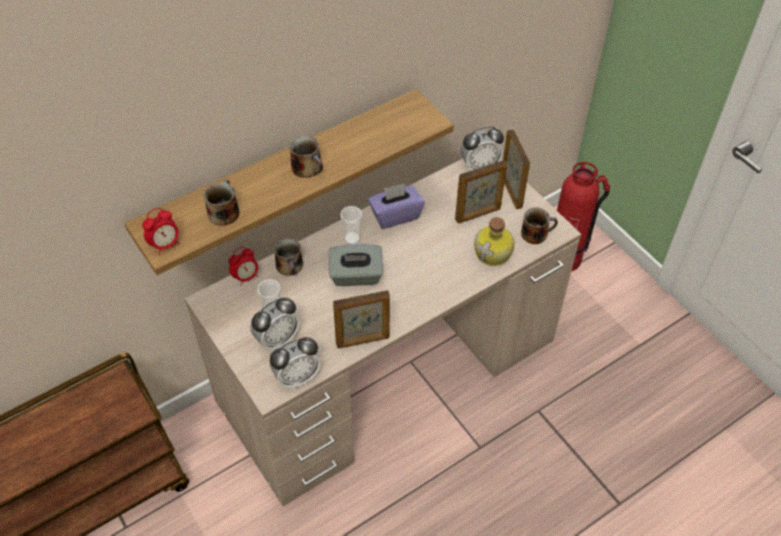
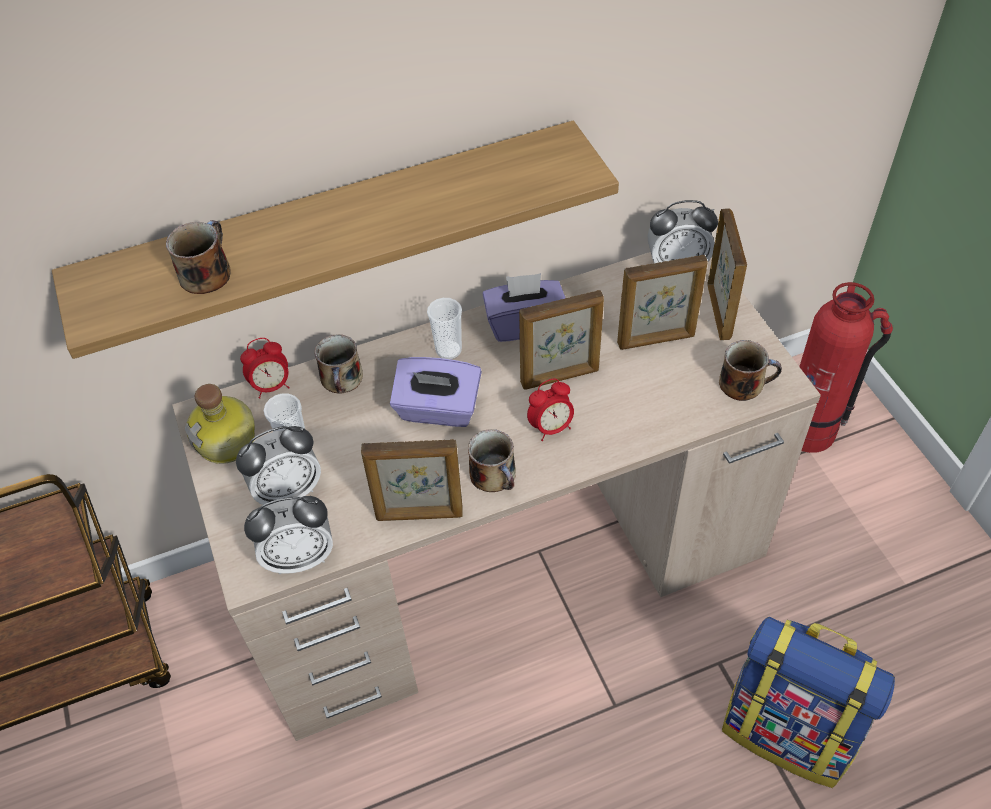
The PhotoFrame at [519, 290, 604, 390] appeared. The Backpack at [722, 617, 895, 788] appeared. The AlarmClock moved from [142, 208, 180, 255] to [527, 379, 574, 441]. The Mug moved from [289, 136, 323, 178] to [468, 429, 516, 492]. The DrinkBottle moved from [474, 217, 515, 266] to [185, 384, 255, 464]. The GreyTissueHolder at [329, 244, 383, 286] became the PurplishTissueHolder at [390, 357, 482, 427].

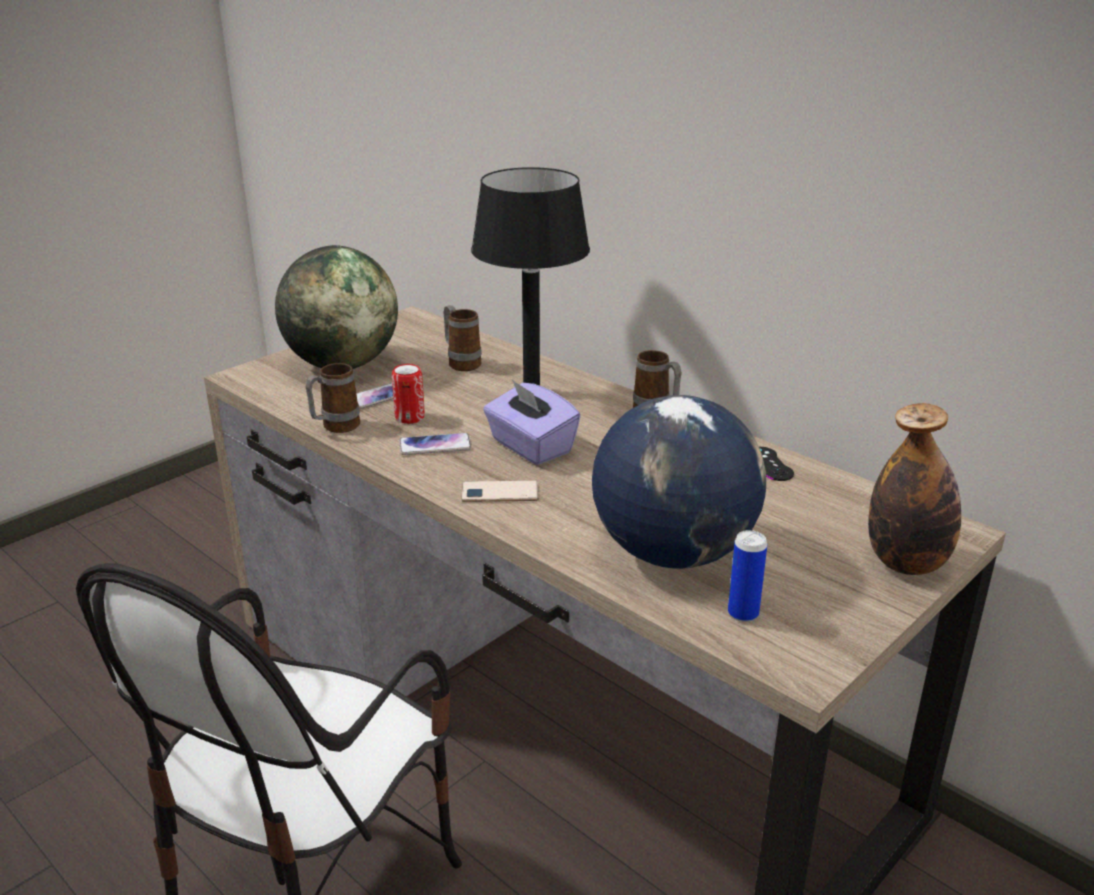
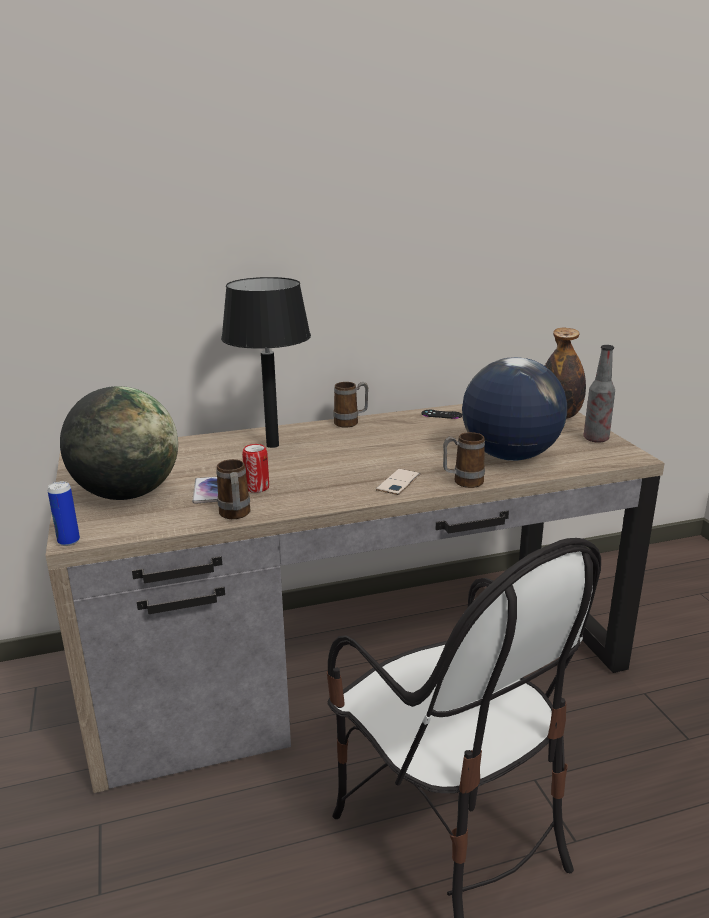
The Phone at [399, 433, 471, 455] disappeared. The PurplishTissueHolder at [483, 380, 581, 465] disappeared. The DrinkBottle at [584, 345, 615, 443] appeared. The Mug moved from [443, 305, 482, 371] to [443, 432, 485, 488]. The SealedCan moved from [728, 530, 767, 622] to [48, 481, 80, 546].

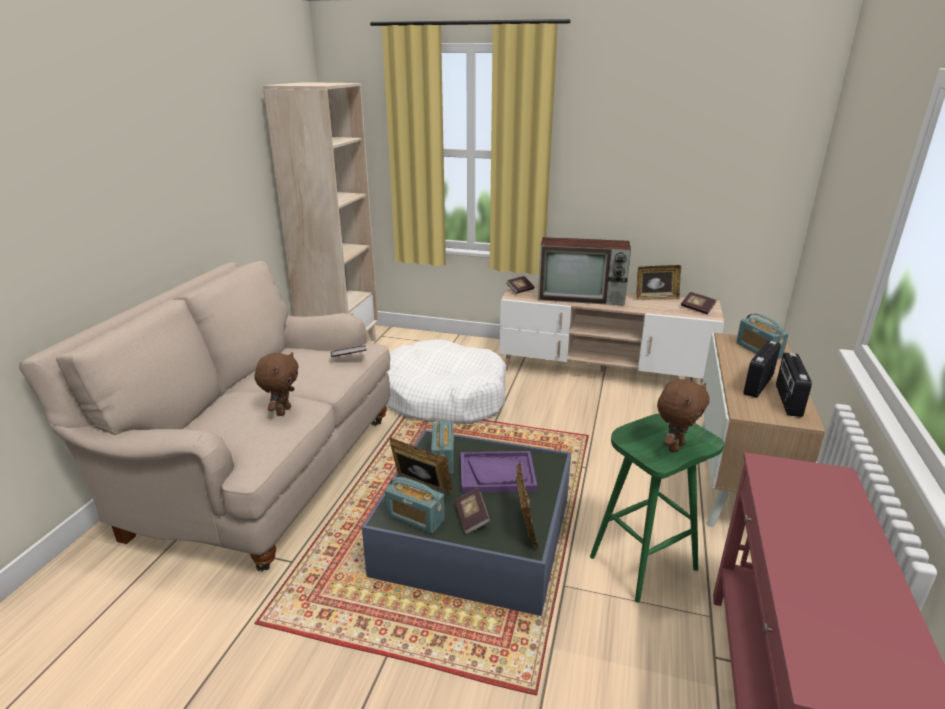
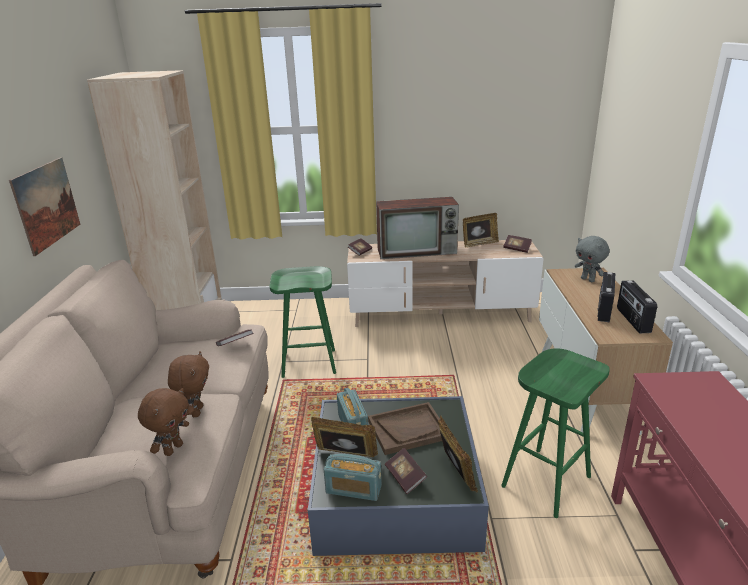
The WallArt at [9, 157, 80, 256] appeared. The BrownColouredCuddlyToy moved from [657, 379, 709, 452] to [138, 388, 189, 456]. The WhitishPetBed at [386, 339, 506, 424] was replaced by the GreenColouredSittingStool at [270, 266, 336, 378]. The Radio at [736, 314, 789, 359] was replaced by the GreyCuddlyToy at [575, 236, 609, 282]. The PurplishTray at [461, 451, 537, 493] became the BrownColouredTray at [368, 402, 442, 455].

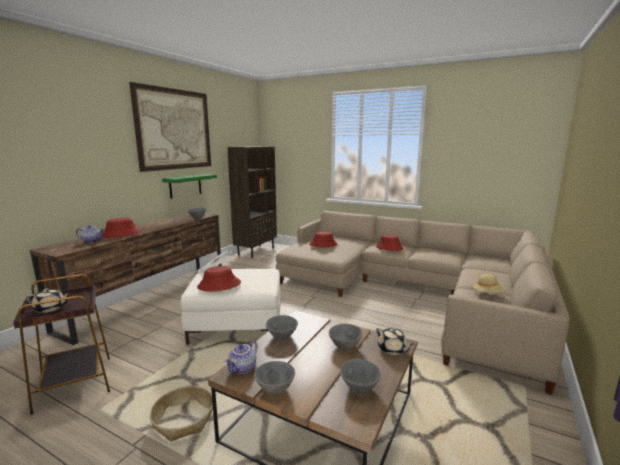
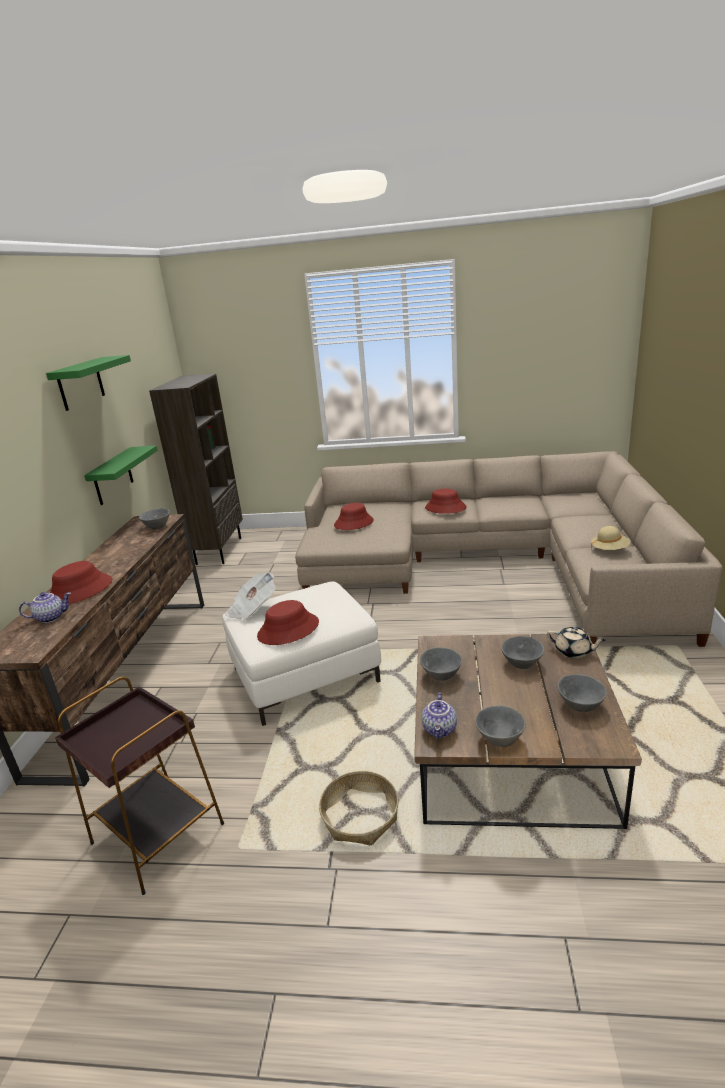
The SandColouredTeapot at [26, 288, 70, 313] disappeared. The WallArt at [129, 82, 211, 172] was replaced by the GreenColouredWallShelf at [46, 355, 131, 411].

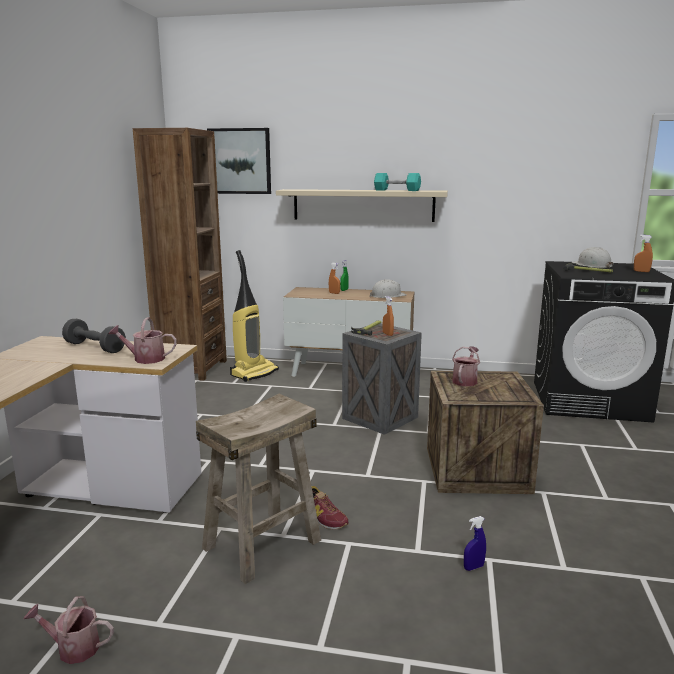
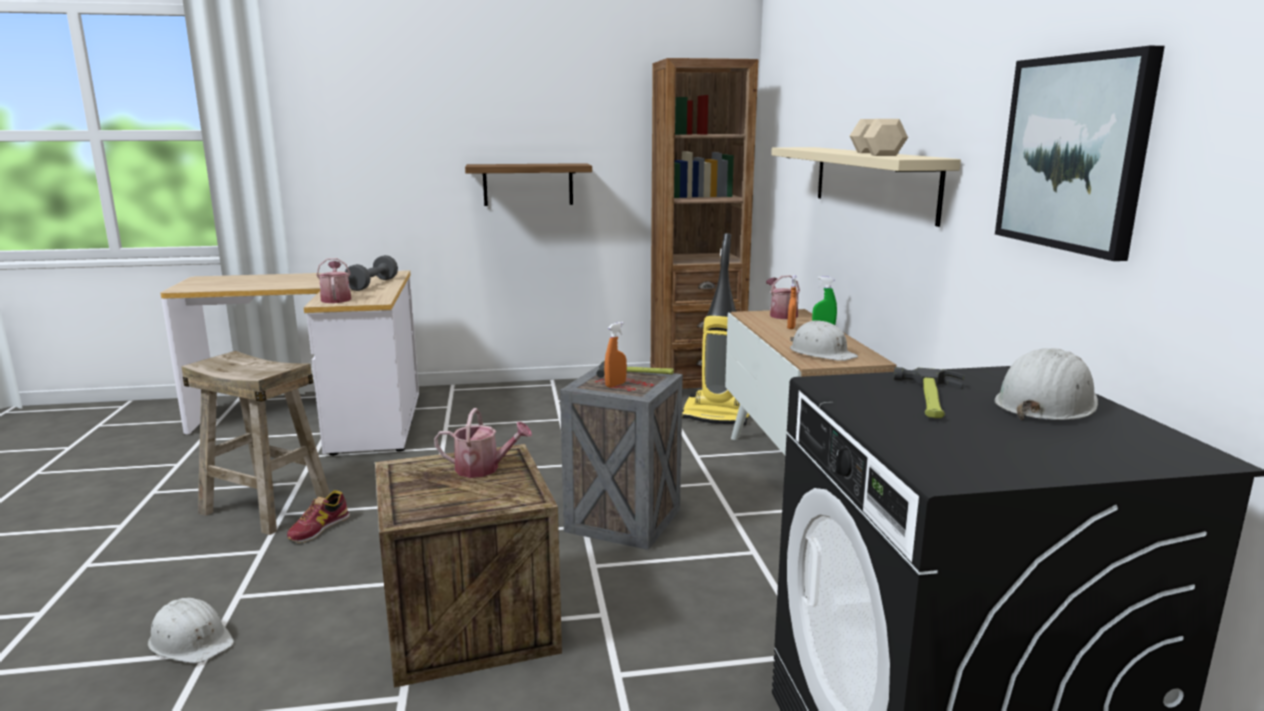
The OrangeSprayBottle at [634, 235, 653, 272] disappeared. The WallShelf at [465, 163, 592, 206] appeared. The WateringCan moved from [24, 596, 114, 664] to [766, 275, 800, 319]. The WallArt moved from [207, 128, 271, 194] to [995, 46, 1165, 261]. The BluishSprayBottle at [464, 516, 486, 571] was replaced by the WhitishSafetyHelmet at [148, 598, 234, 664]. The BlueGreenDumbbell at [374, 173, 421, 191] became the SandColouredDumbbell at [850, 119, 908, 156].

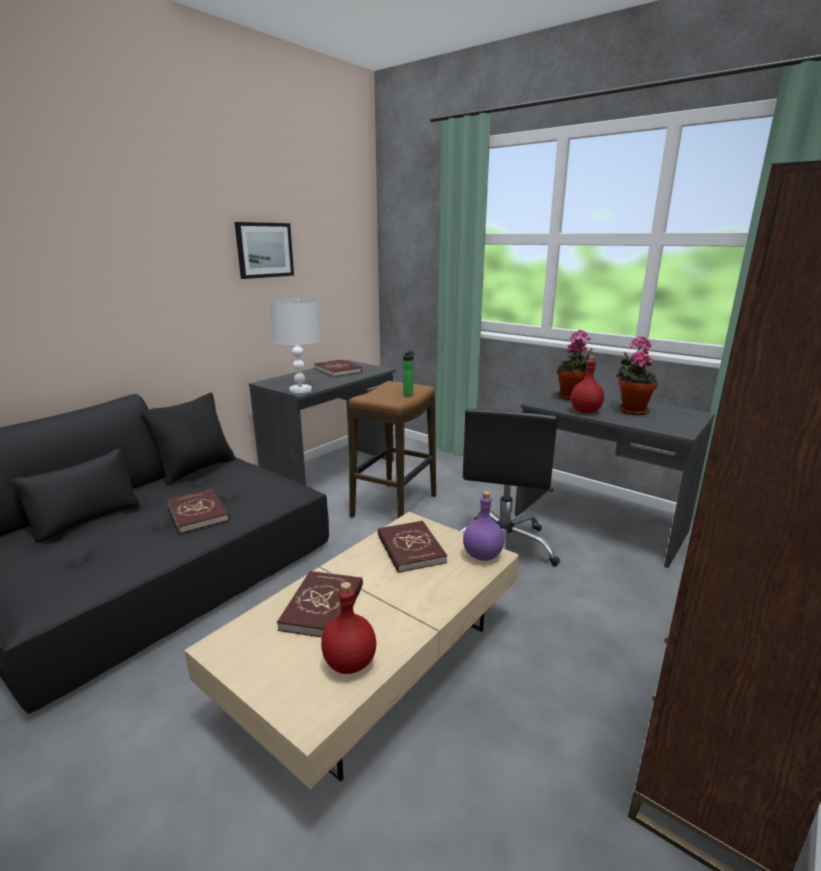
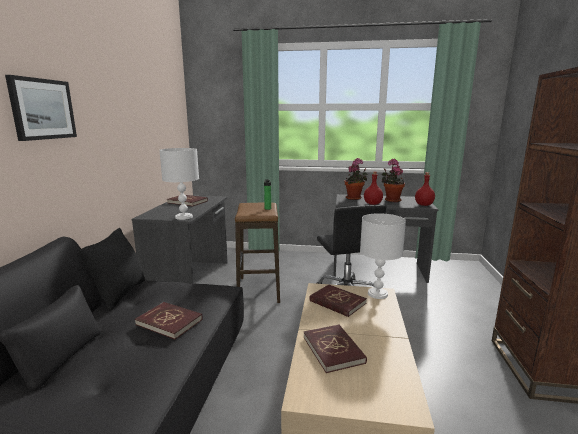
The WallArt moved from [235, 222, 294, 279] to [5, 75, 77, 141]. The RedDrinkBottle moved from [321, 582, 376, 674] to [415, 172, 435, 206]. The PurplishDrinkBottle at [463, 491, 504, 561] was replaced by the WhitishTabletopLamp at [360, 213, 406, 299].

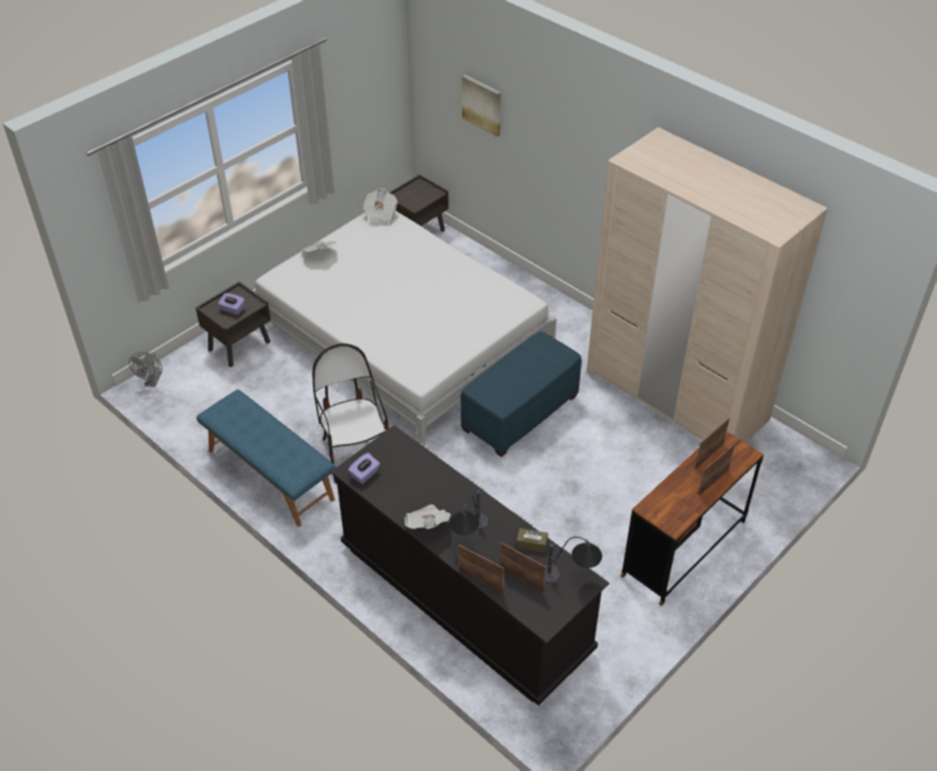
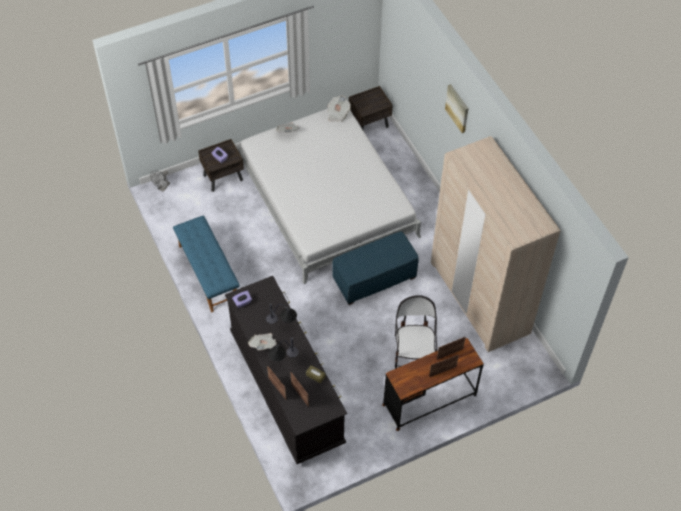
The Chair moved from [312, 343, 389, 484] to [395, 295, 437, 369]. The WallArt moved from [462, 75, 501, 137] to [445, 84, 469, 133]. The TabletopLamp moved from [545, 537, 602, 583] to [266, 304, 297, 324].

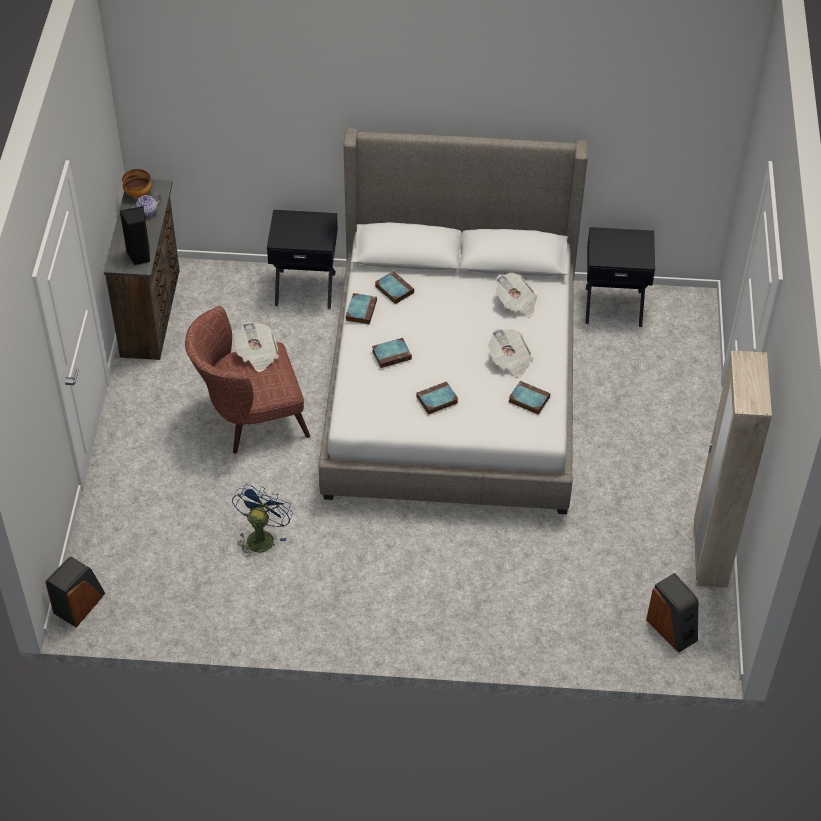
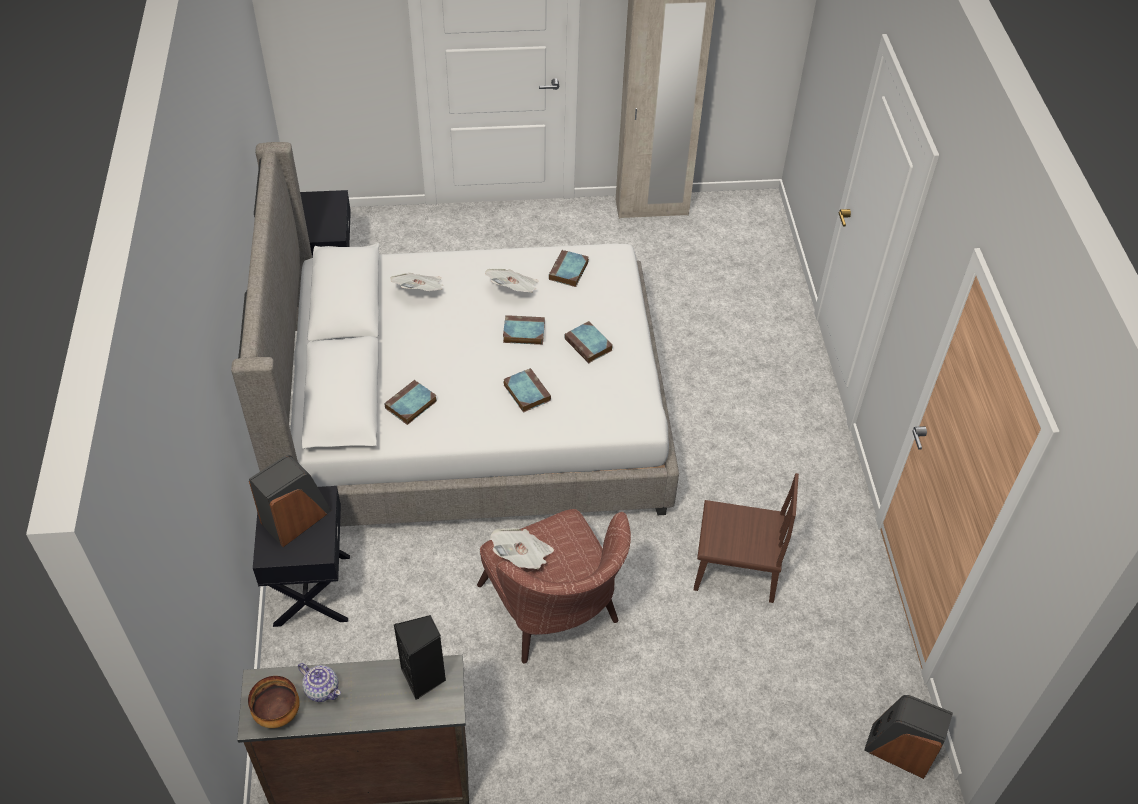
The Book moved from [346, 293, 377, 324] to [503, 315, 545, 345]. The AudioSpeaker moved from [646, 573, 699, 653] to [249, 455, 332, 547]. The BluishCoolingFan at [232, 484, 293, 557] was replaced by the BrownColouredChair at [694, 473, 799, 603].

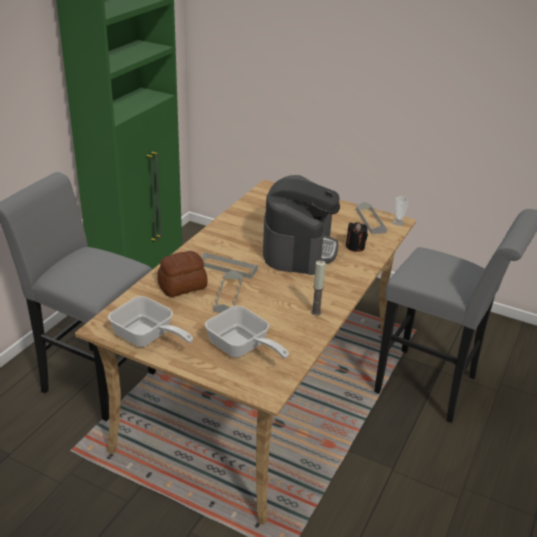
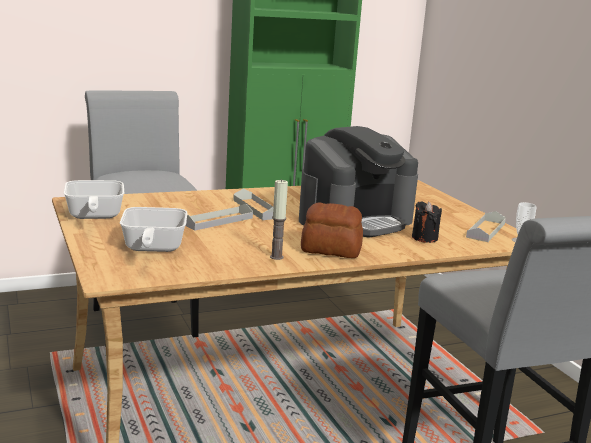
The BakeryBread moved from [157, 251, 207, 297] to [301, 202, 363, 258].

